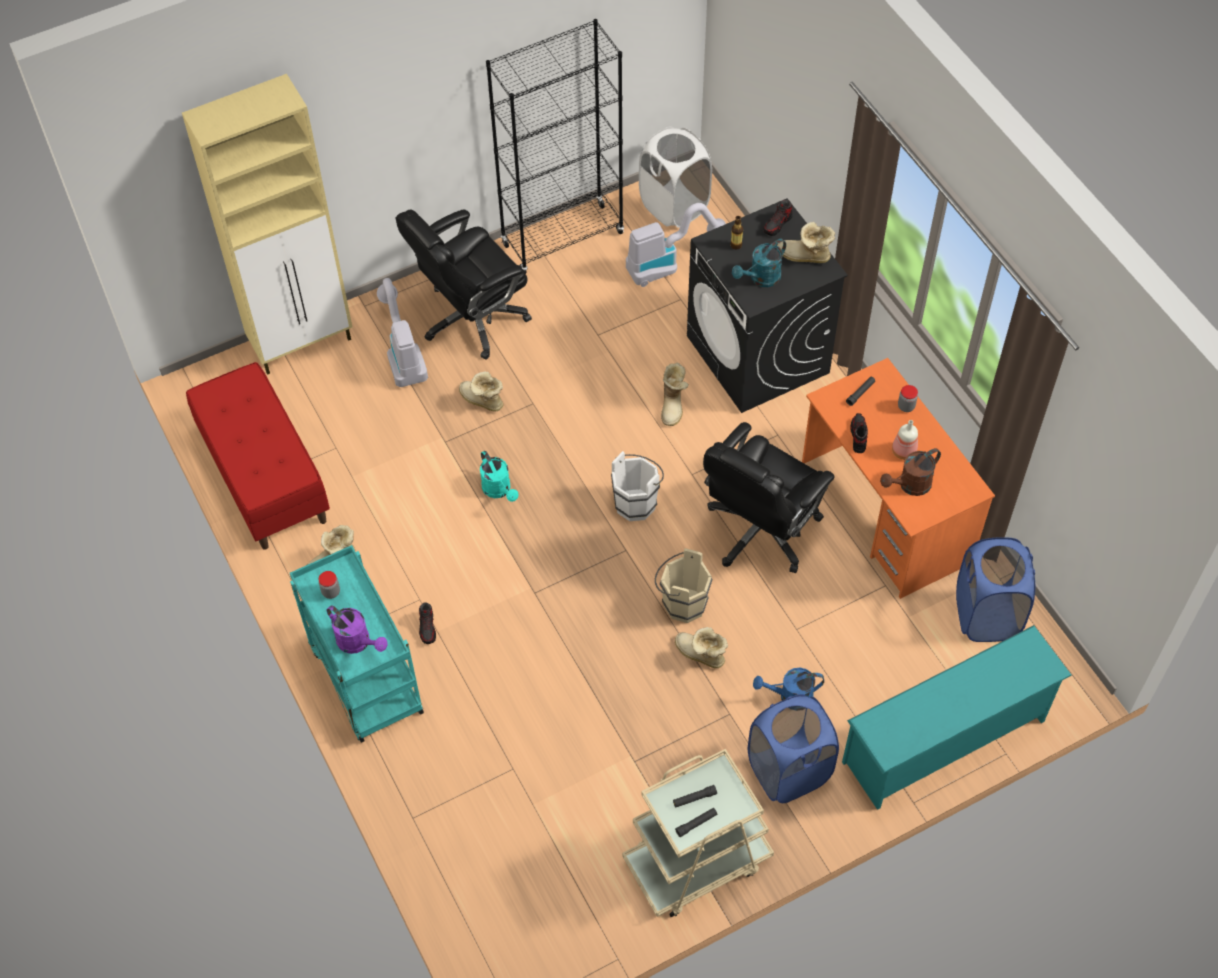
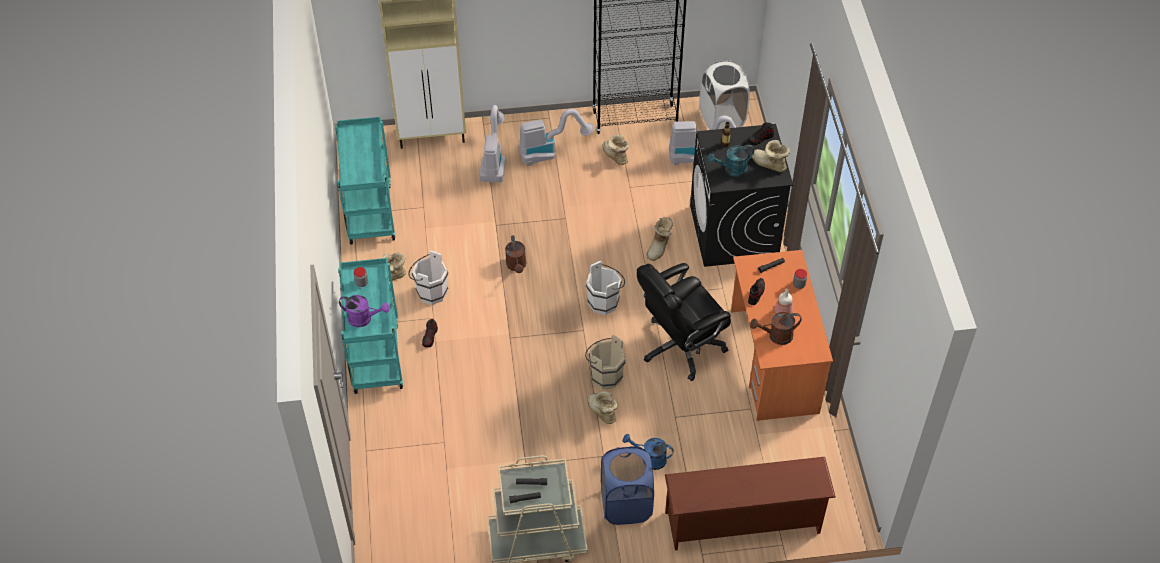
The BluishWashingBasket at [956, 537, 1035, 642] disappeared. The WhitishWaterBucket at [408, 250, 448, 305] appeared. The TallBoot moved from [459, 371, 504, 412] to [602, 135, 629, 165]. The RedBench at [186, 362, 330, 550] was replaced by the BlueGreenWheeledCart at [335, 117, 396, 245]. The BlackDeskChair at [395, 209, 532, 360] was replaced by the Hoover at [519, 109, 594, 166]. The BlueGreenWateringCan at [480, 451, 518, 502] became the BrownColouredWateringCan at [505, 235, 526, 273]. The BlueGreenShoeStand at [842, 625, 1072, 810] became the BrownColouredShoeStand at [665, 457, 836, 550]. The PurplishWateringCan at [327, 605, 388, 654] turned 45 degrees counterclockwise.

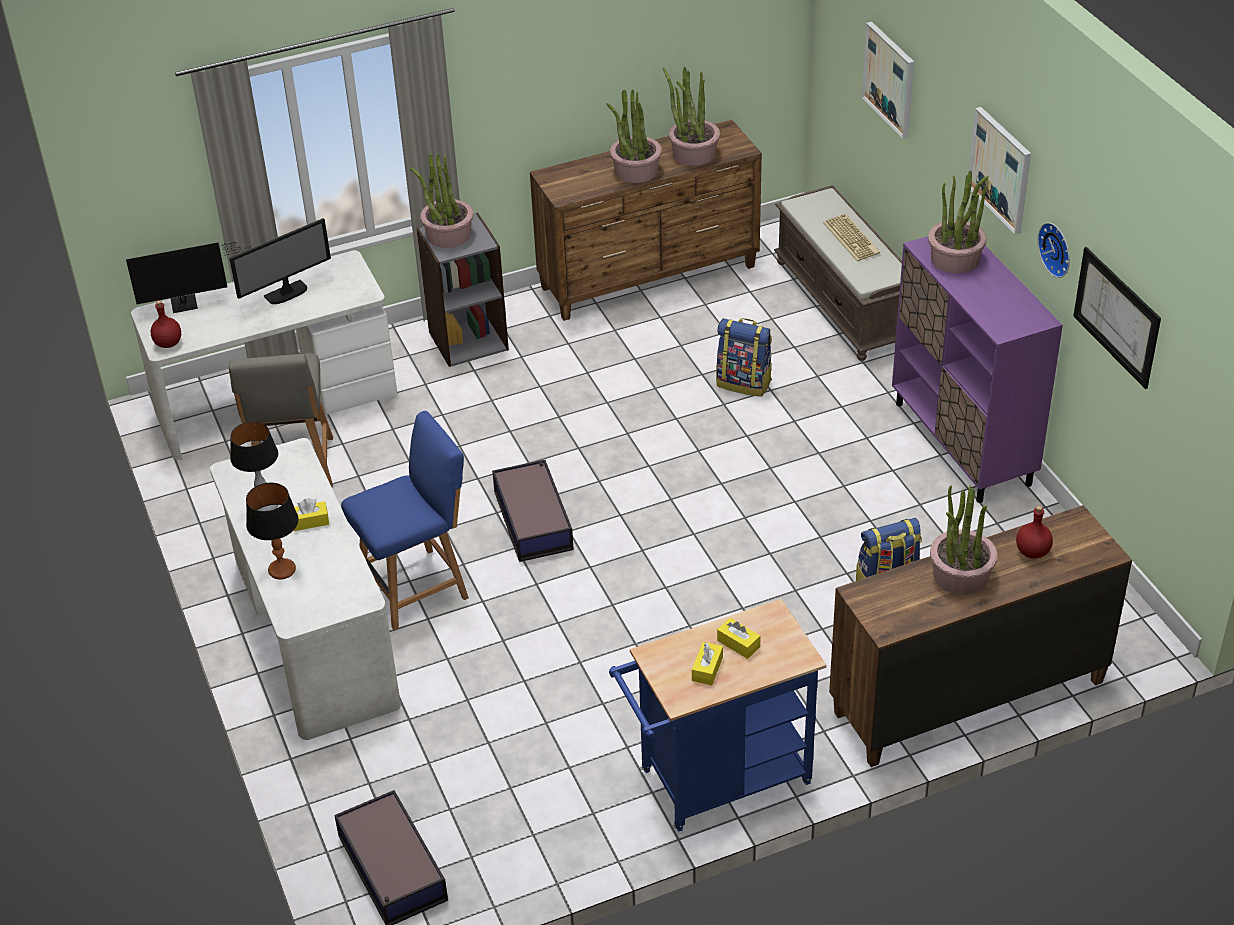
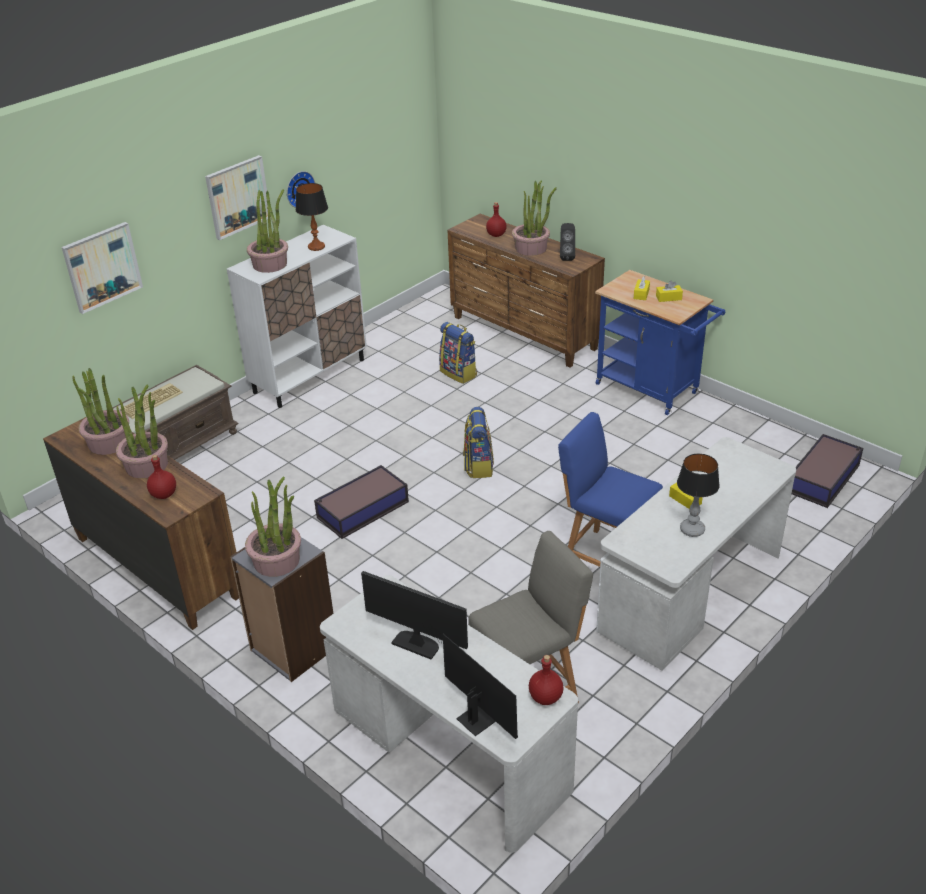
The WallArt at [1073, 247, 1161, 389] disappeared. The RedDrinkBottle at [147, 455, 176, 499] appeared. The BlackAudioSpeaker at [560, 223, 575, 261] appeared. The TabletopLamp moved from [246, 483, 299, 580] to [296, 183, 328, 251]. The StorageBin moved from [492, 460, 574, 562] to [314, 465, 409, 539]. The Backpack moved from [716, 318, 772, 397] to [463, 407, 494, 478]. The PurplishCabinet at [892, 236, 1063, 503] became the WhitishCabinet at [227, 225, 367, 408].

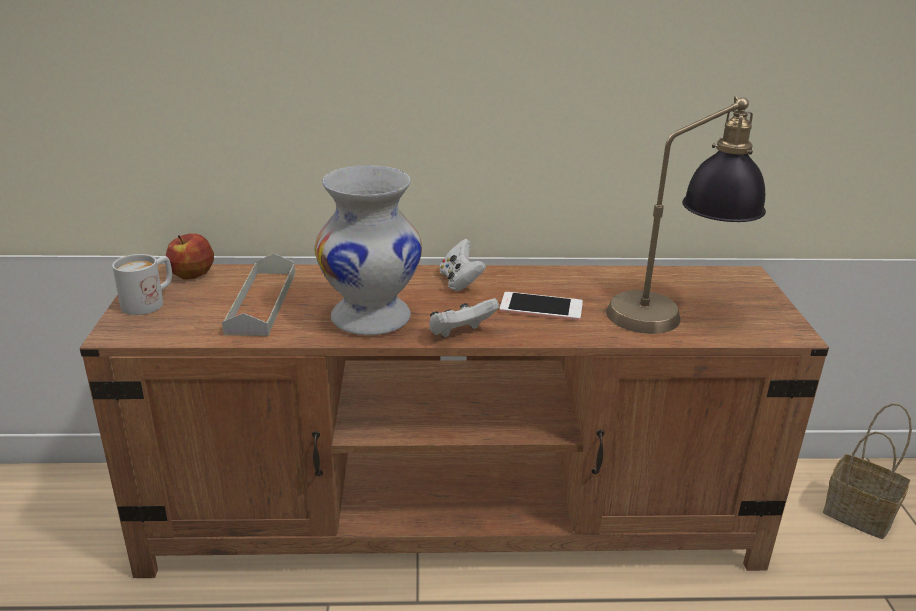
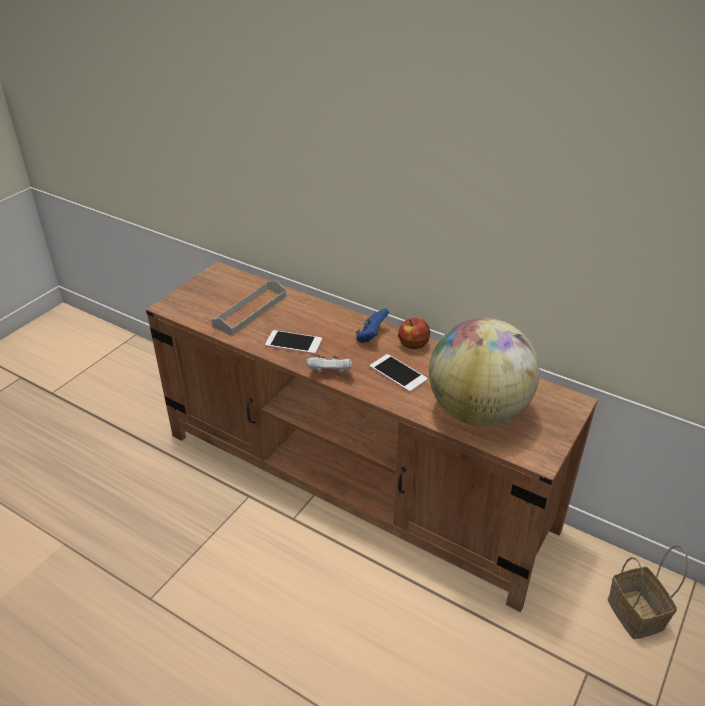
The WhitishMug at [112, 254, 172, 315] disappeared. The AppleFruit moved from [166, 233, 214, 279] to [398, 318, 430, 349]. The WhitishVase at [315, 165, 422, 335] was replaced by the Phone at [265, 330, 322, 354]. The TabletopLamp at [606, 96, 766, 334] was replaced by the DeskGlobe at [429, 318, 539, 427]. The WhitishGamepad at [440, 239, 486, 291] became the BluishGamepad at [356, 309, 389, 343].

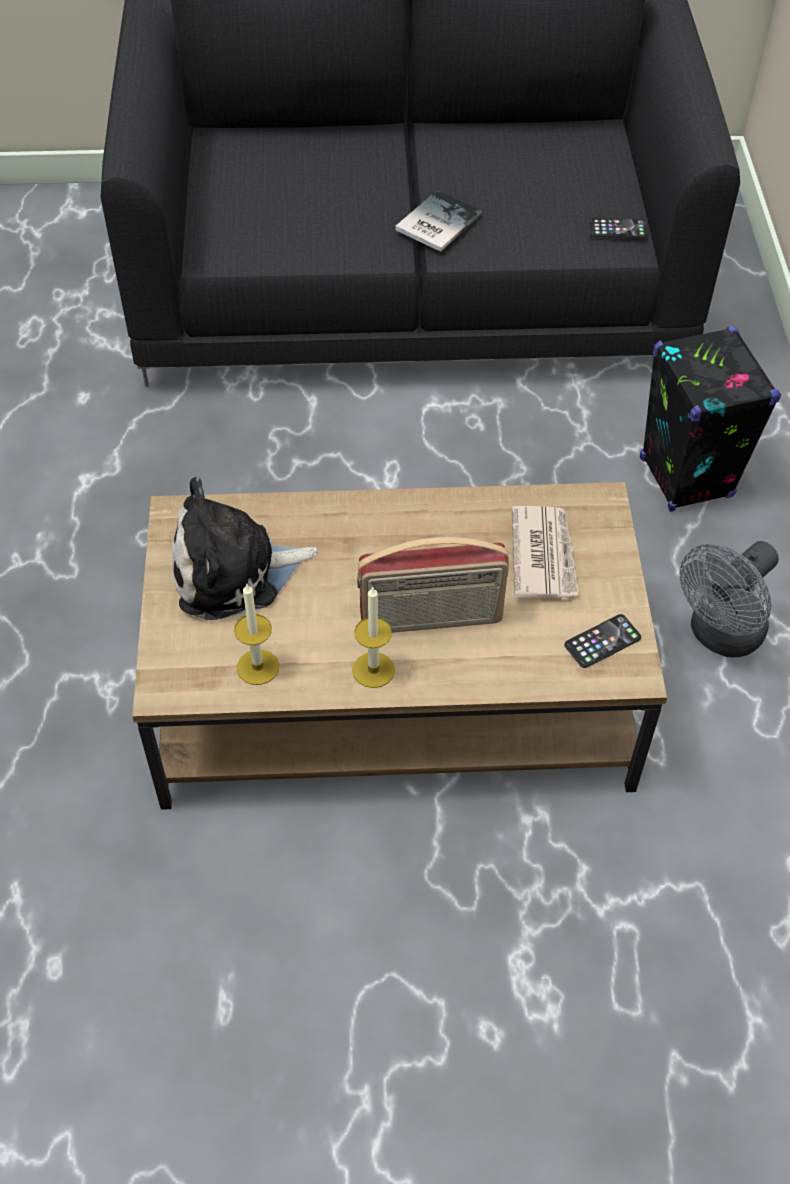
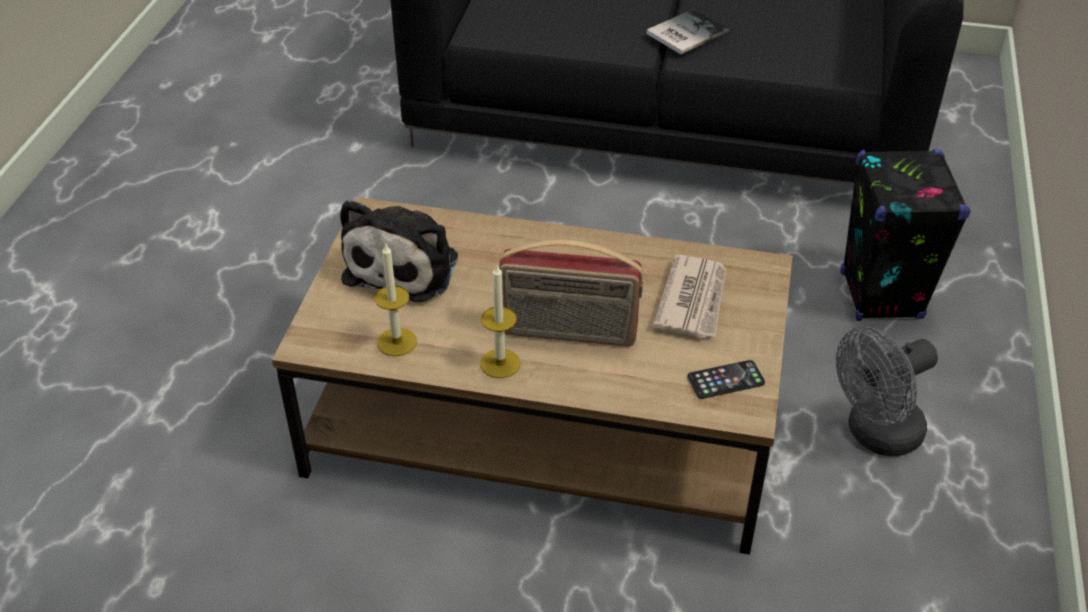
The Phone at [588, 218, 647, 238] disappeared. The CuddlyToy at [172, 477, 317, 620] turned 75 degrees counterclockwise.

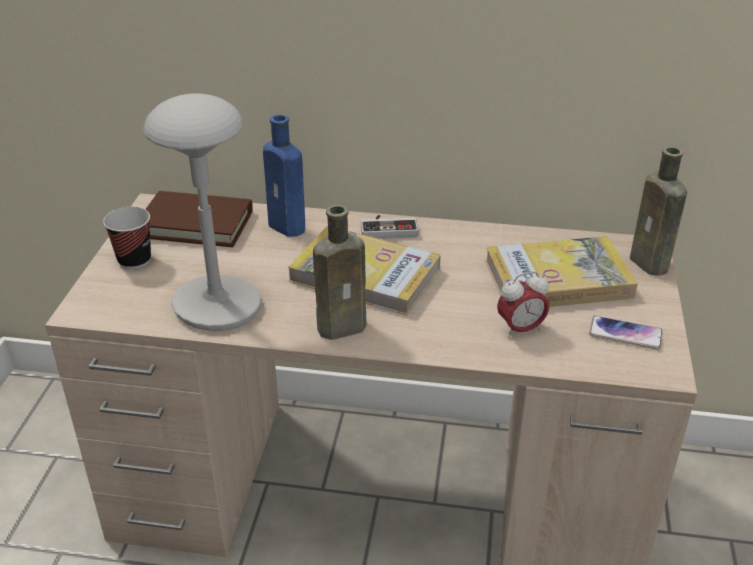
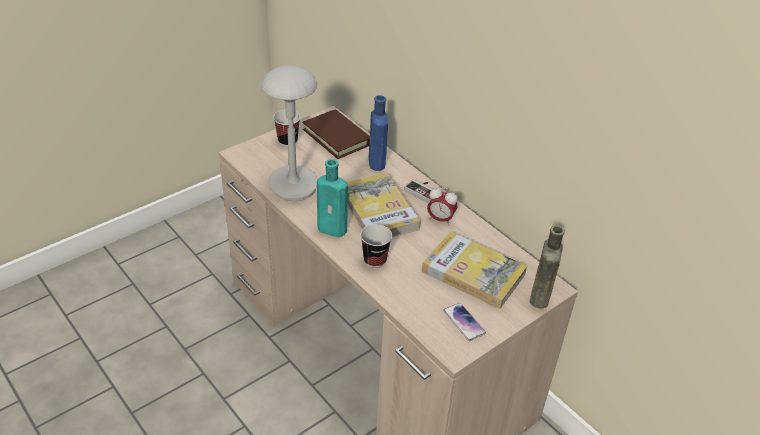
The Cup at [360, 224, 392, 268] appeared. The AlarmClock moved from [497, 272, 549, 338] to [427, 187, 458, 225]. The BrownColouredDrinkBottle at [313, 205, 373, 340] became the BlueGreenDrinkBottle at [317, 159, 348, 237].

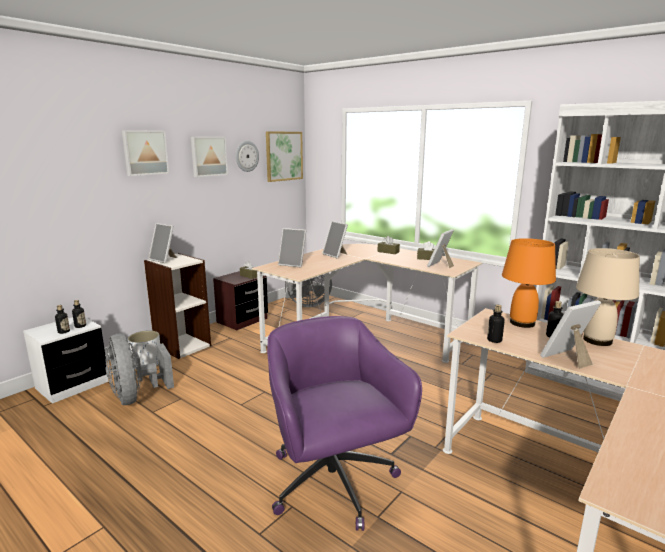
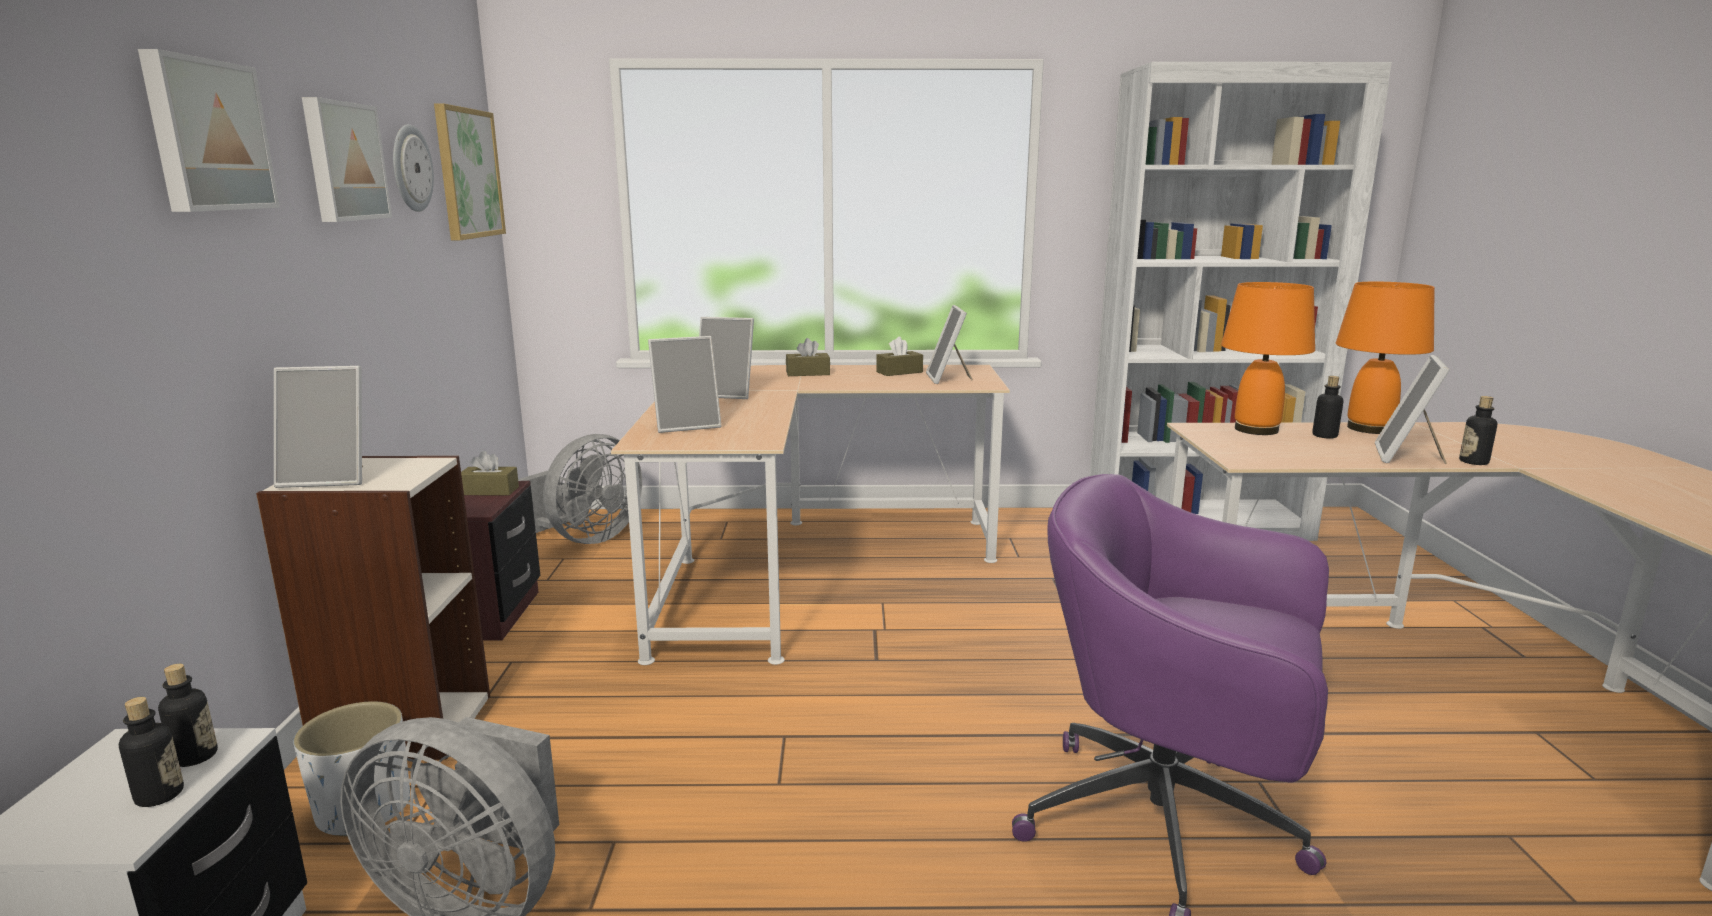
The DrinkBottle moved from [487, 305, 505, 343] to [1459, 396, 1497, 465]. The SandColouredTabletopLamp at [576, 248, 640, 346] became the OrangeTabletopLamp at [1336, 282, 1434, 434].

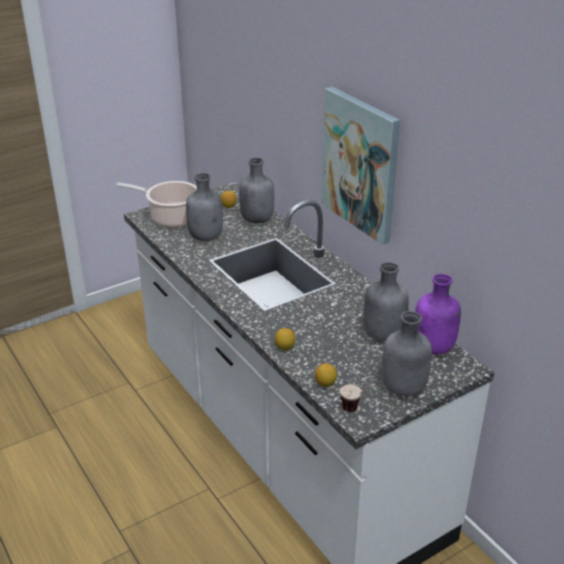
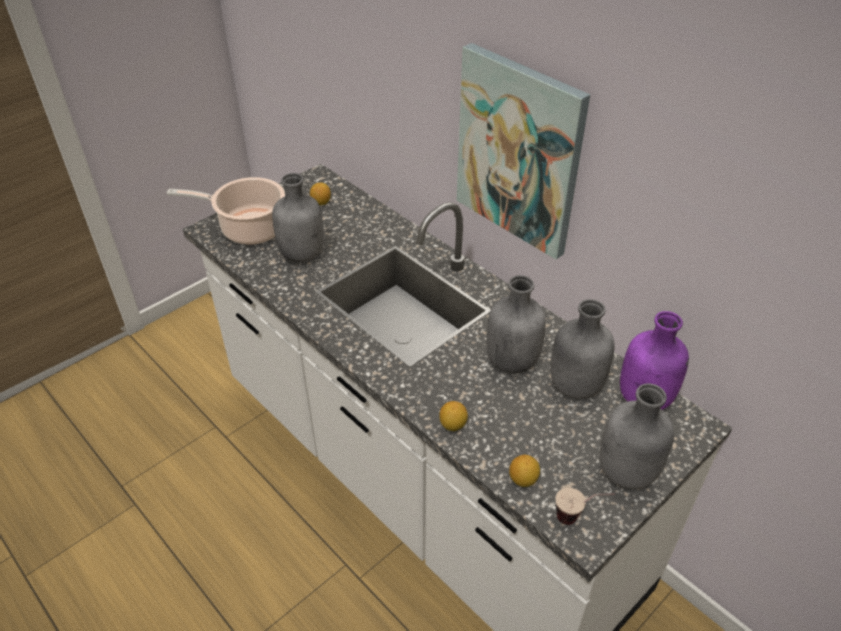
The GreyDrinkBottle moved from [239, 158, 274, 223] to [486, 275, 546, 373].

